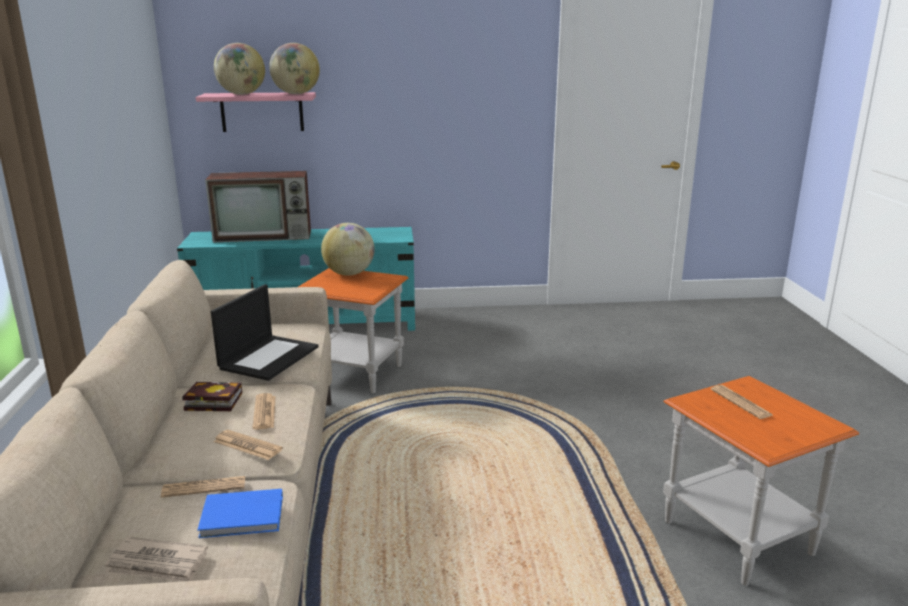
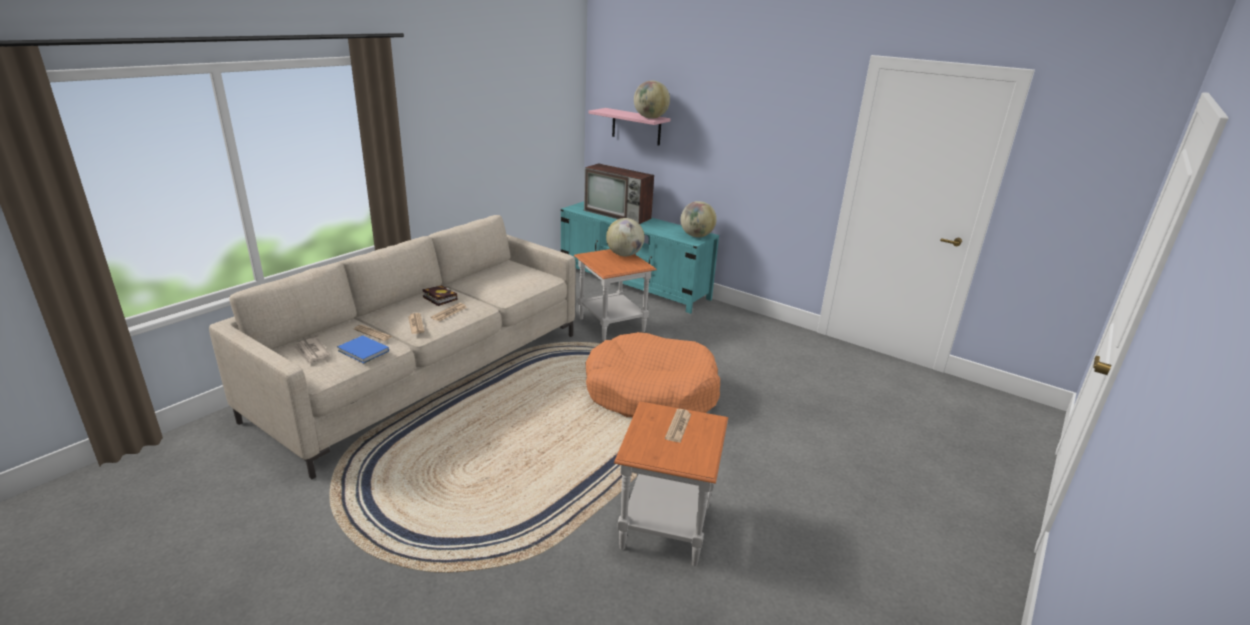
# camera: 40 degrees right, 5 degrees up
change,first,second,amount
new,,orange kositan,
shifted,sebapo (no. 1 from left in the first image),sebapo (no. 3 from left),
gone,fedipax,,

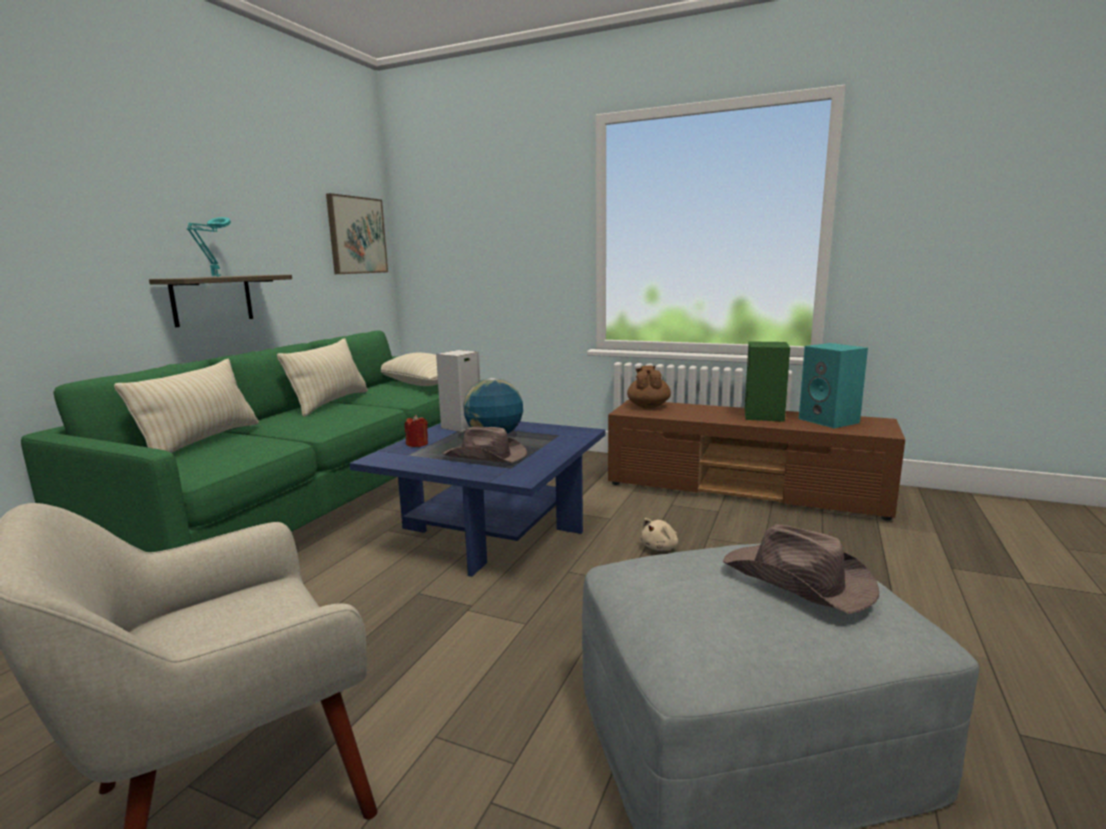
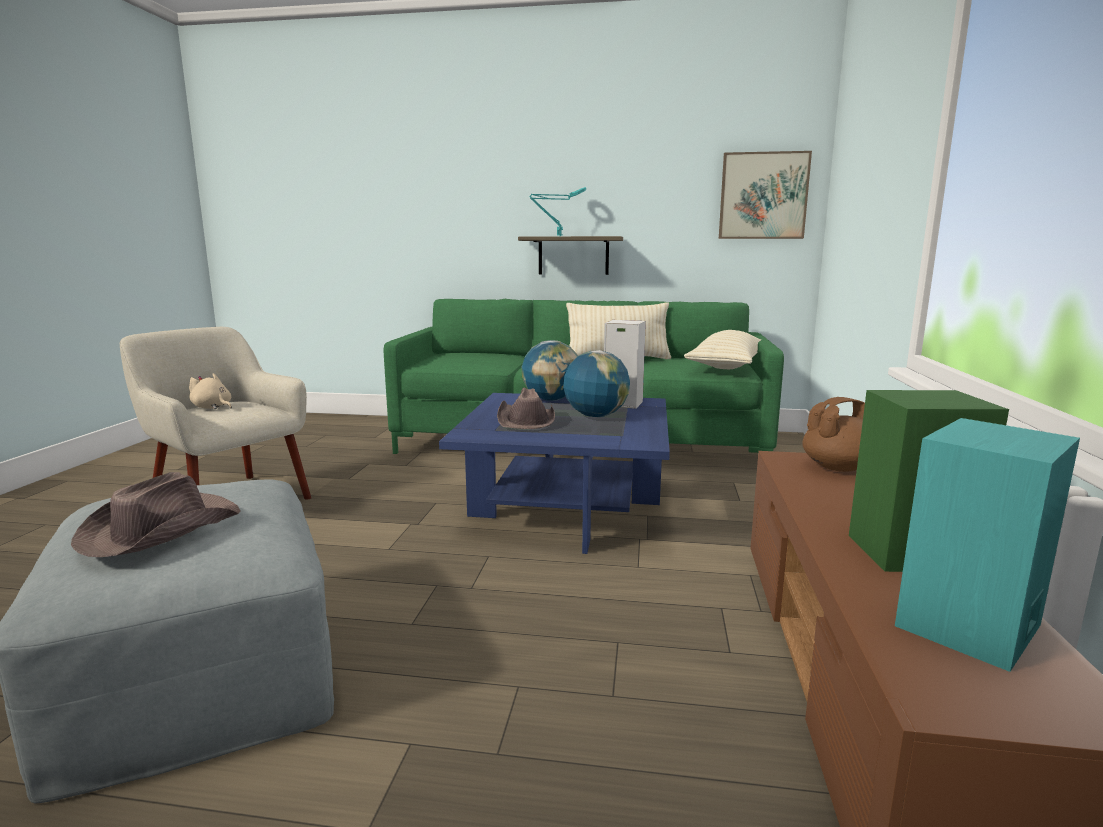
# camera: 75 degrees right, 0 degrees up
change,first,second,amount
shifted,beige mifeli,,
swapped,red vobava,sebapo (no. 1 from left),
gone,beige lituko (no. 1 from left),,

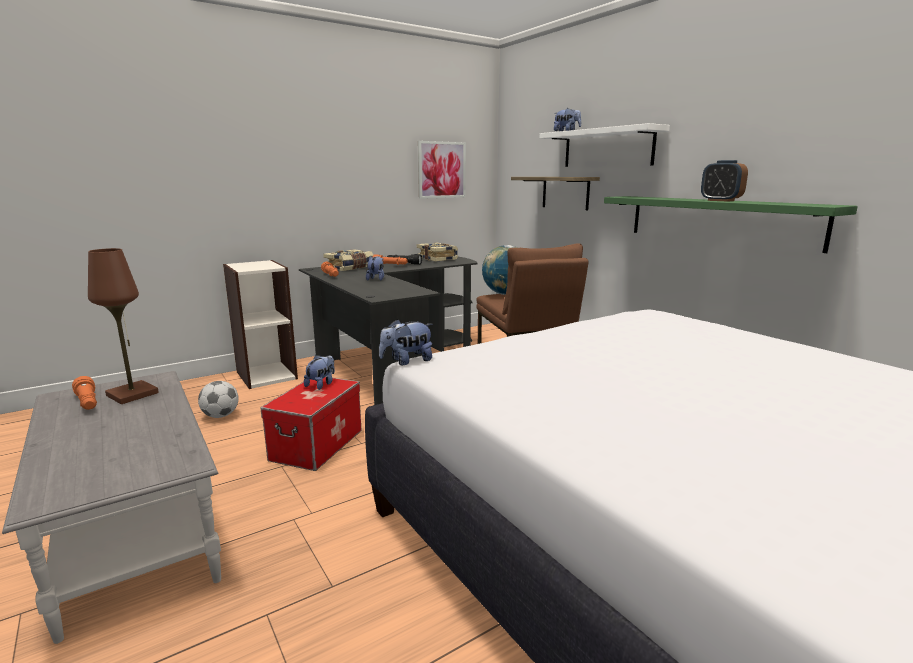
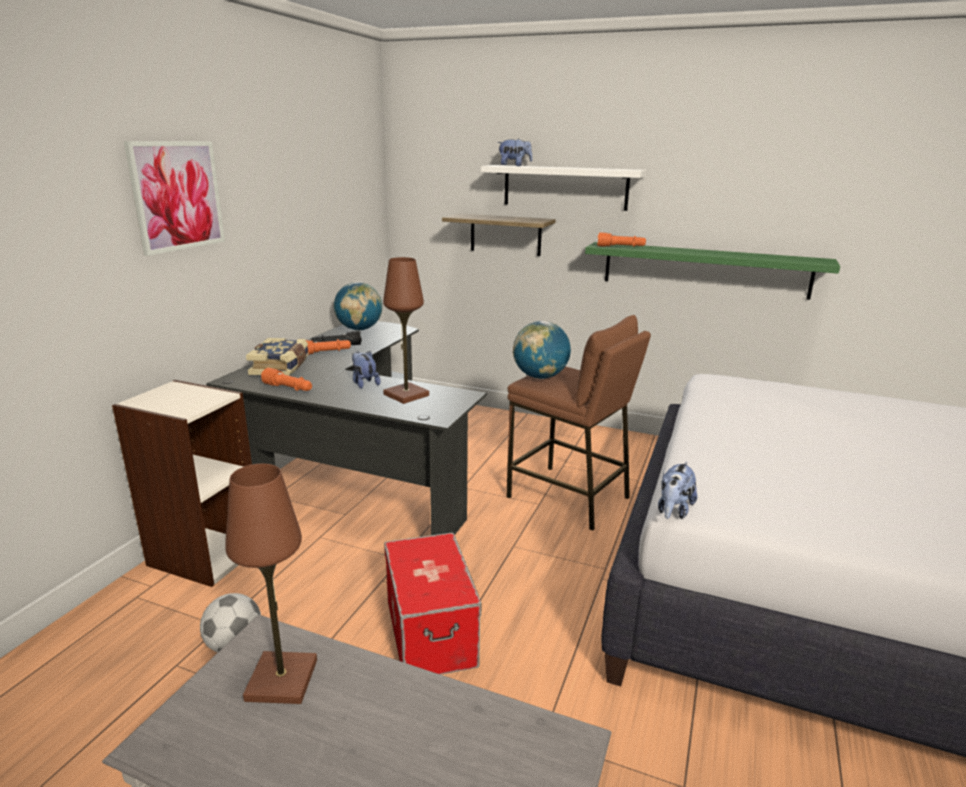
# camera: 35 degrees left, 5 degrees up
change,first,second,amount
shifted,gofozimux,,
swapped,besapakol (no. 2 from left),sebapo (no. 1 from left),
new,,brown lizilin (no. 2 from left),
shifted,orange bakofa (no. 1 from left in the first image),orange bakofa (no. 3 from left),
gone,mifeli (no. 1 from left),,
gone,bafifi,,

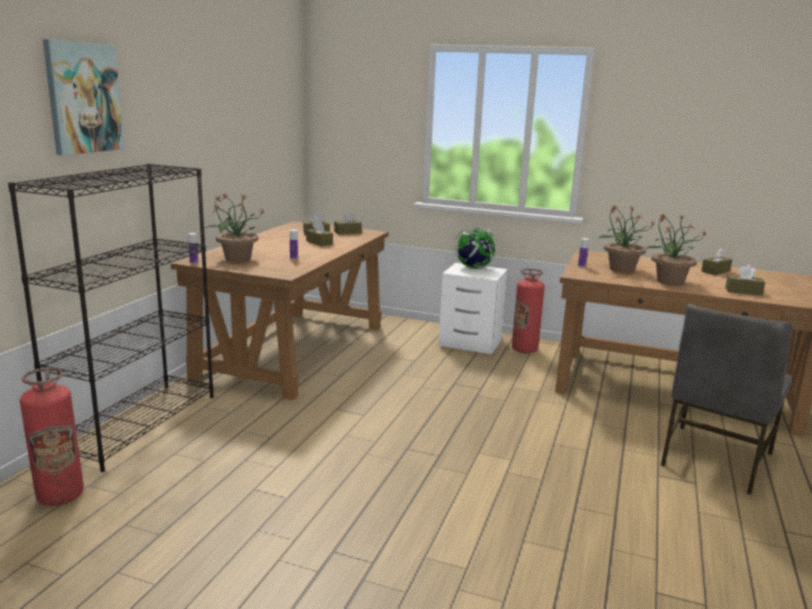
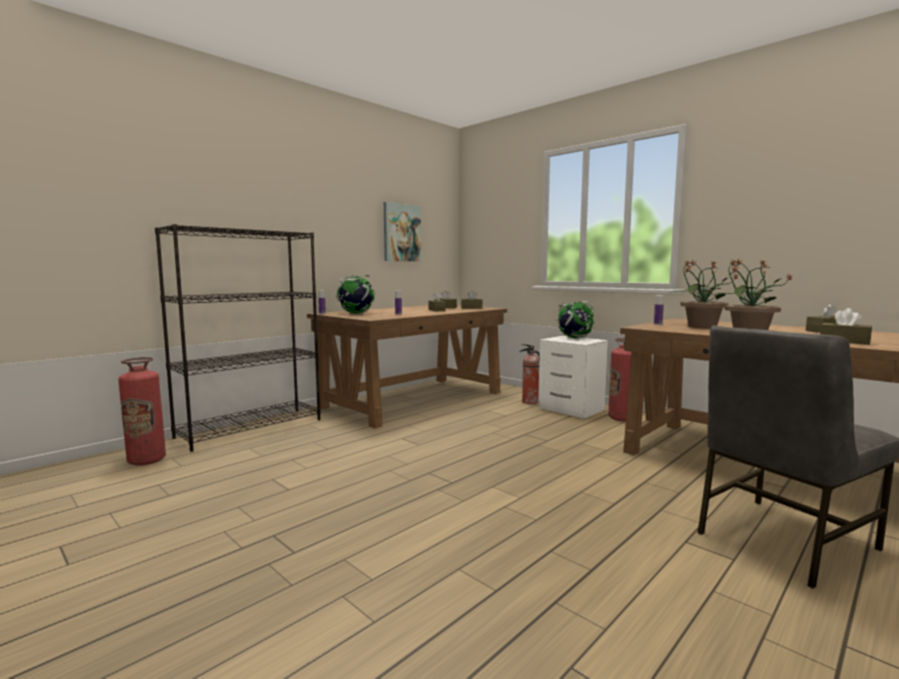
# camera: 25 degrees right, 10 degrees down
change,first,second,amount
swapped,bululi (no. 1 from left),sebapo (no. 1 from left),
shifted,gofozimux,,
new,,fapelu (no. 2 from left),

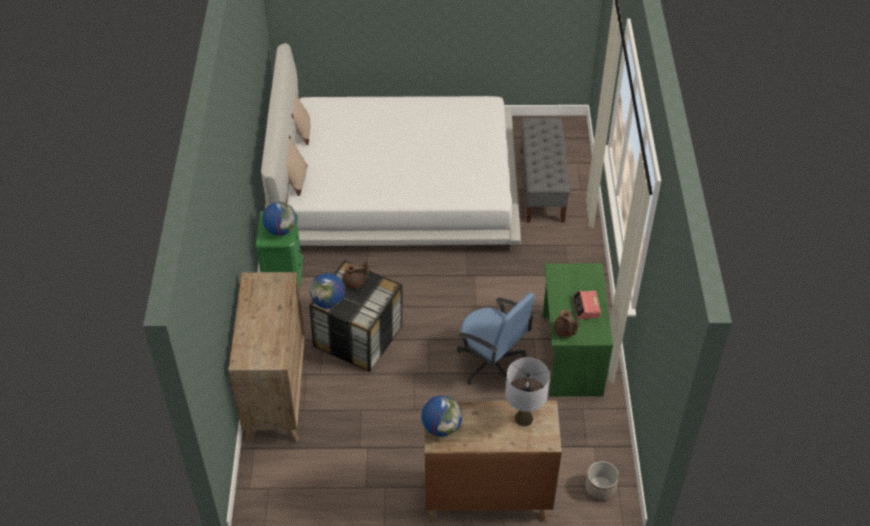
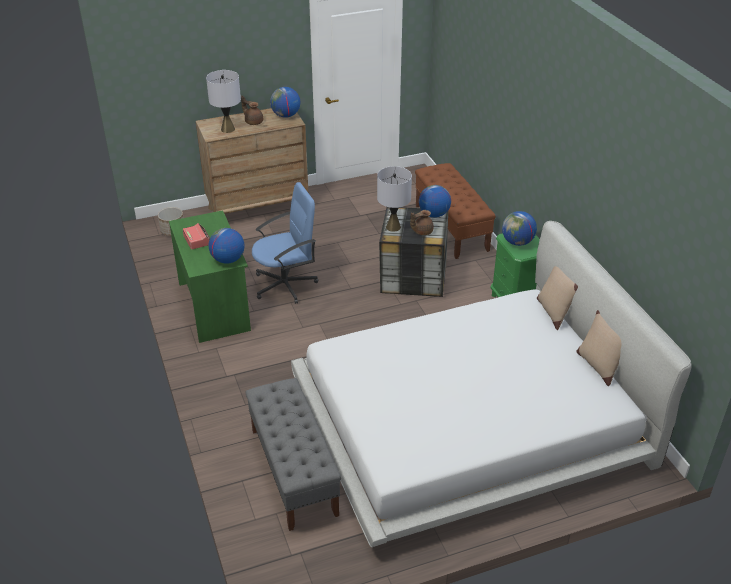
# camera: 160 degrees right, 10 degrees down
change,first,second,amount
new,,sebapo (no. 1 from left),
shifted,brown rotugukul (no. 2 from left in the first image),brown rotugukul (no. 1 from left),
rotated,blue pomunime,,135 degrees clockwise
new,,grey lizilin (no. 2 from left),
swapped,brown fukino (no. 1 from left),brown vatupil,

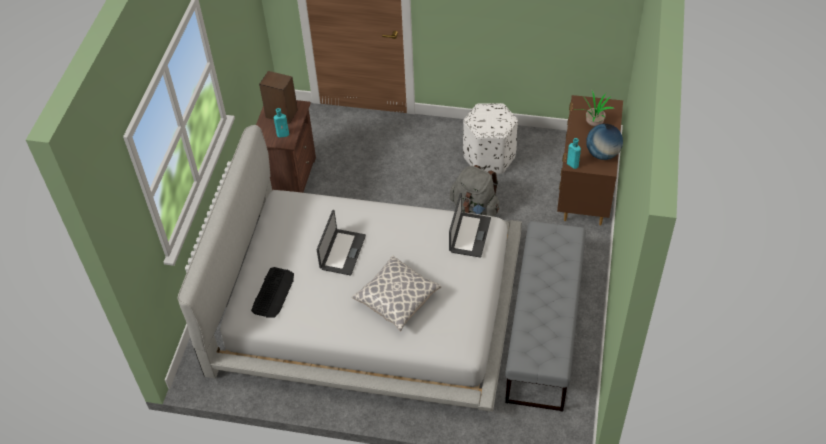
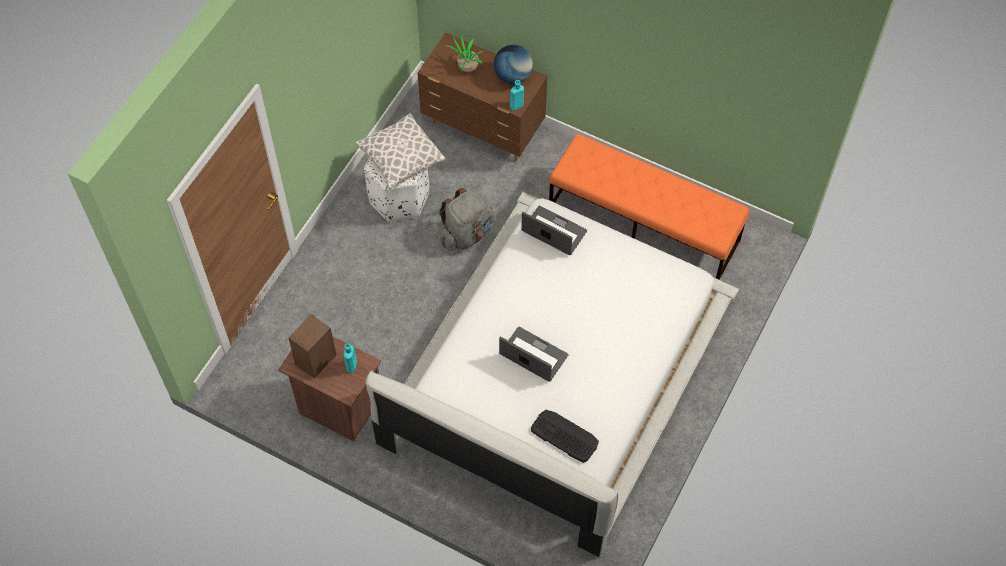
# camera: 75 degrees left, 10 degrees up
change,first,second,amount
shifted,lituko,,
repainted,grey vatupil,orange vatupil,

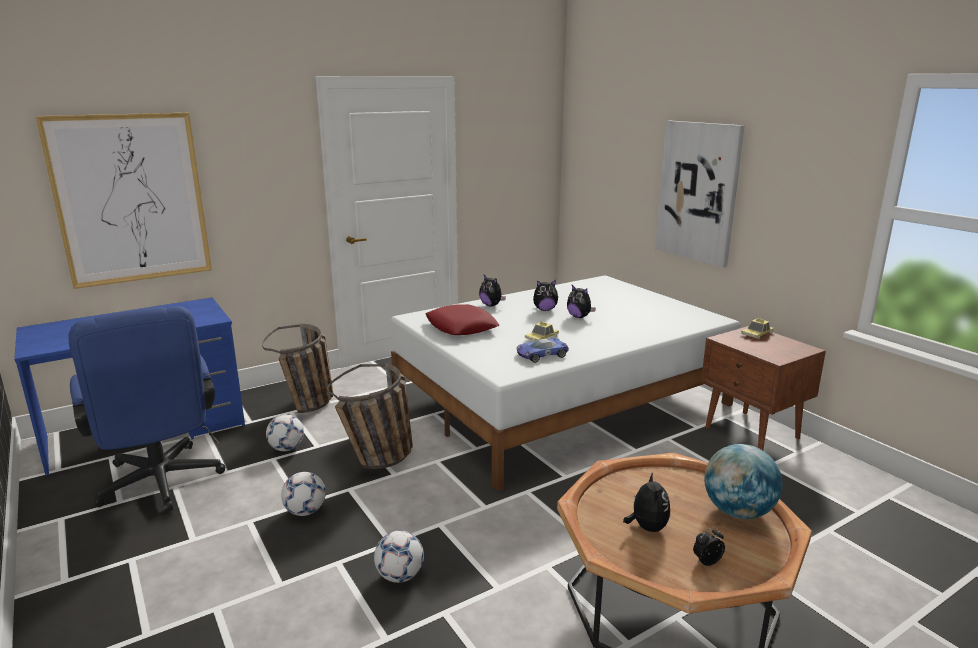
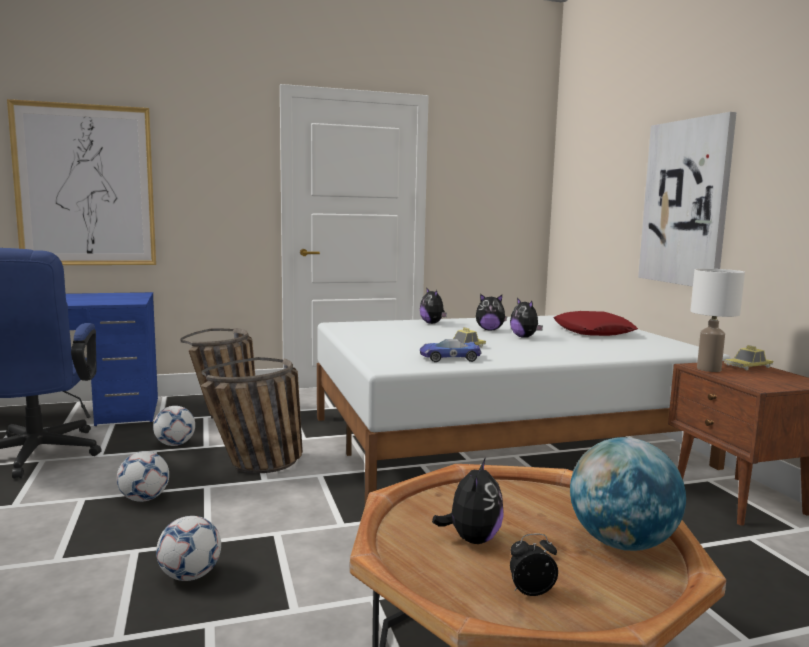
# camera: 15 degrees right, 10 degrees down
change,first,second,amount
shifted,red lituko,,
new,,white lizilin,

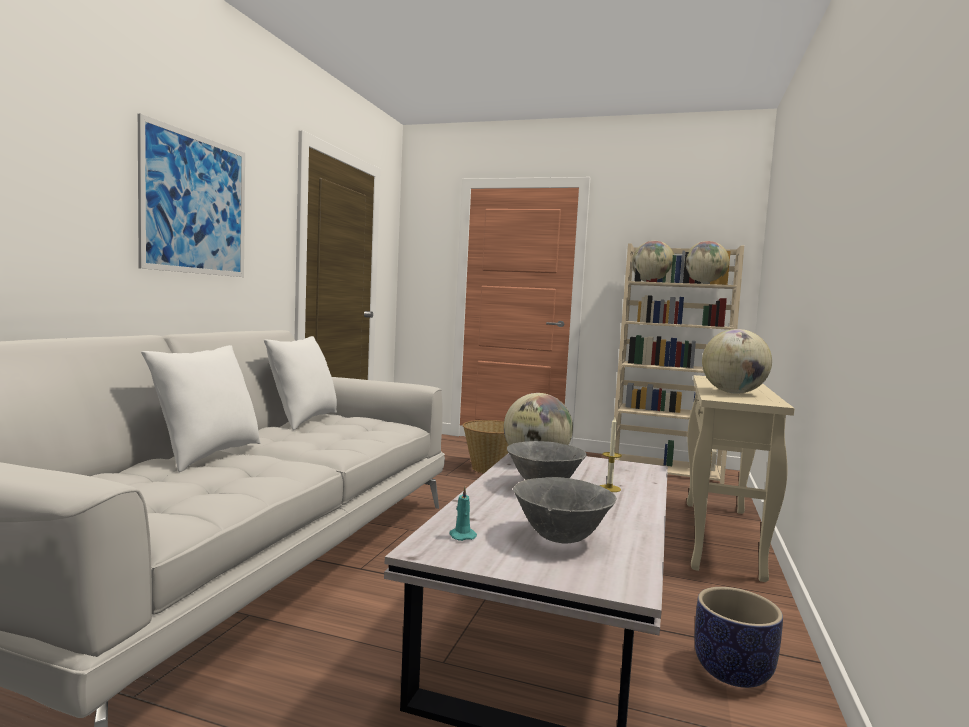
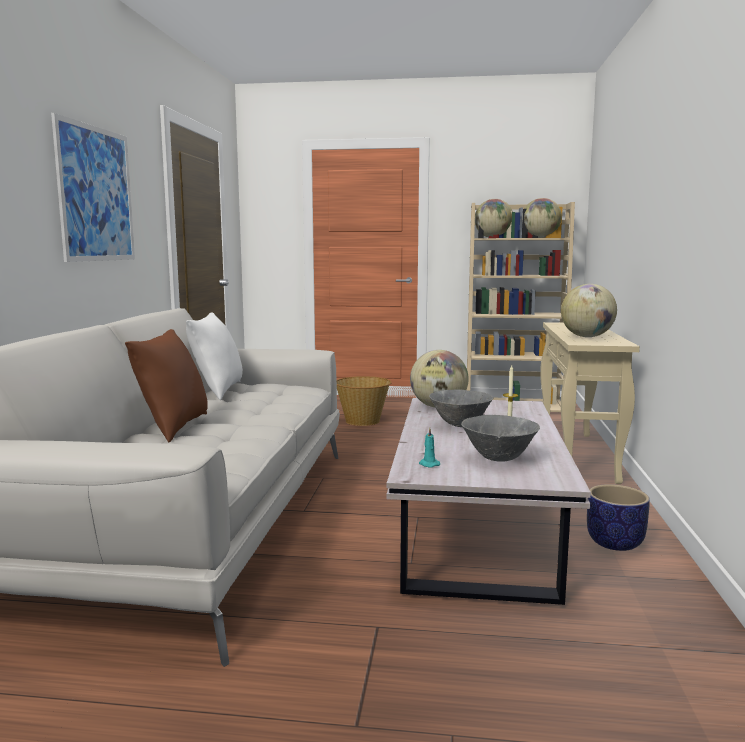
# camera: 10 degrees left, 5 degrees up
change,first,second,amount
repainted,white lituko (no. 1 from left),brown lituko,

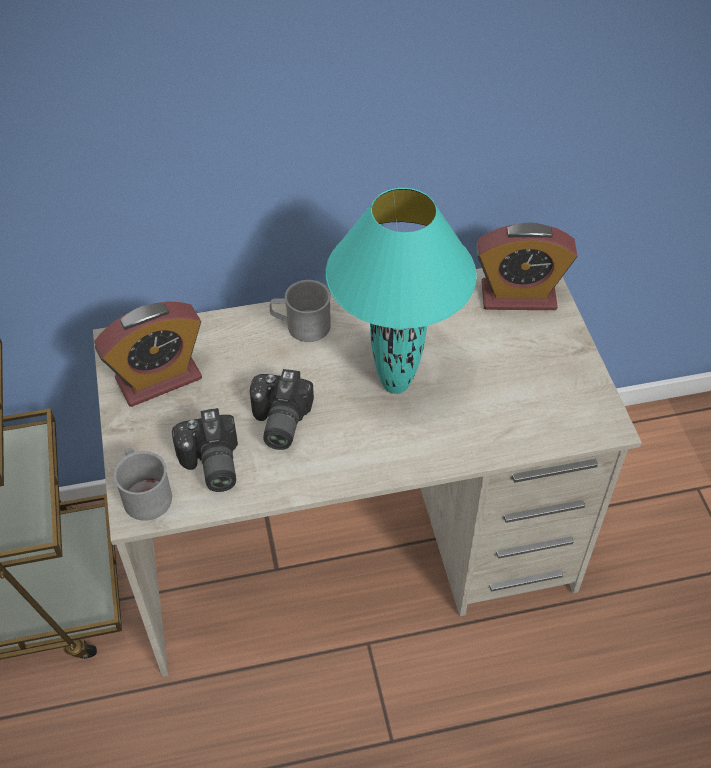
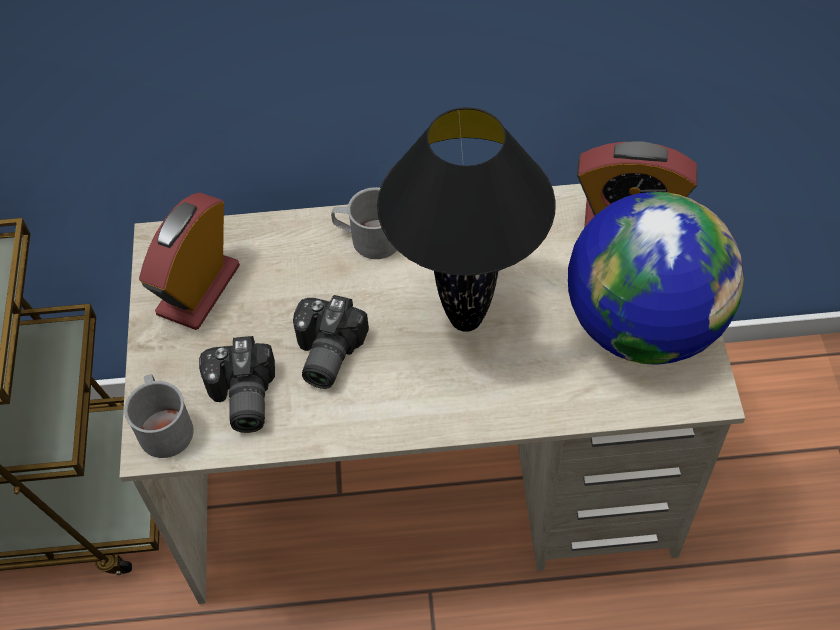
# camera: 10 degrees right, 5 degrees up
change,first,second,amount
rotated,bafifi (no. 1 from left),,135 degrees clockwise
repainted,turquoise lizilin,black lizilin,
new,,sebapo,

